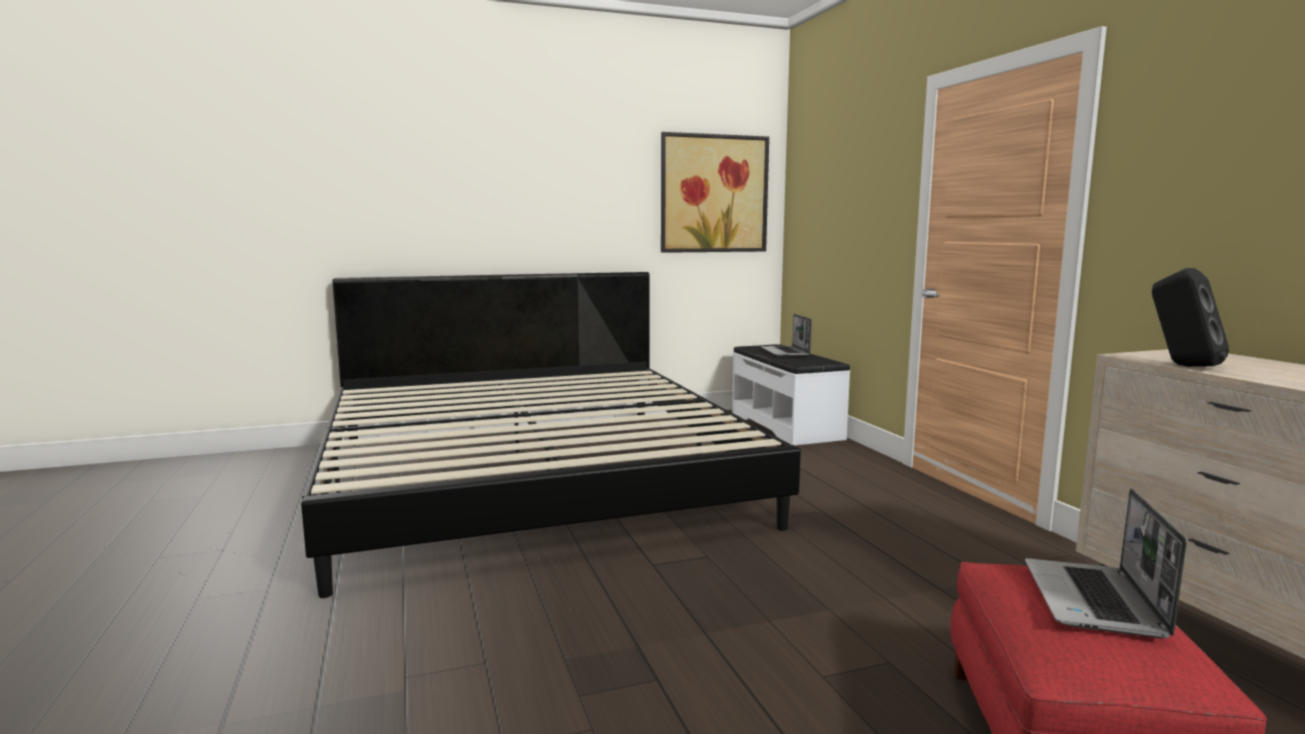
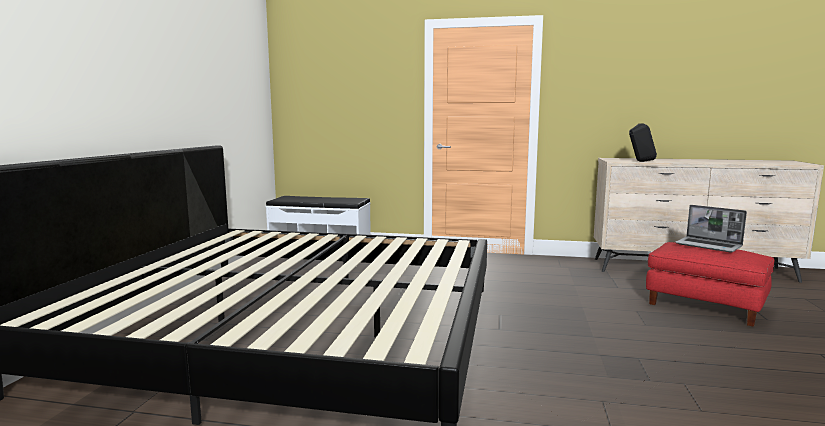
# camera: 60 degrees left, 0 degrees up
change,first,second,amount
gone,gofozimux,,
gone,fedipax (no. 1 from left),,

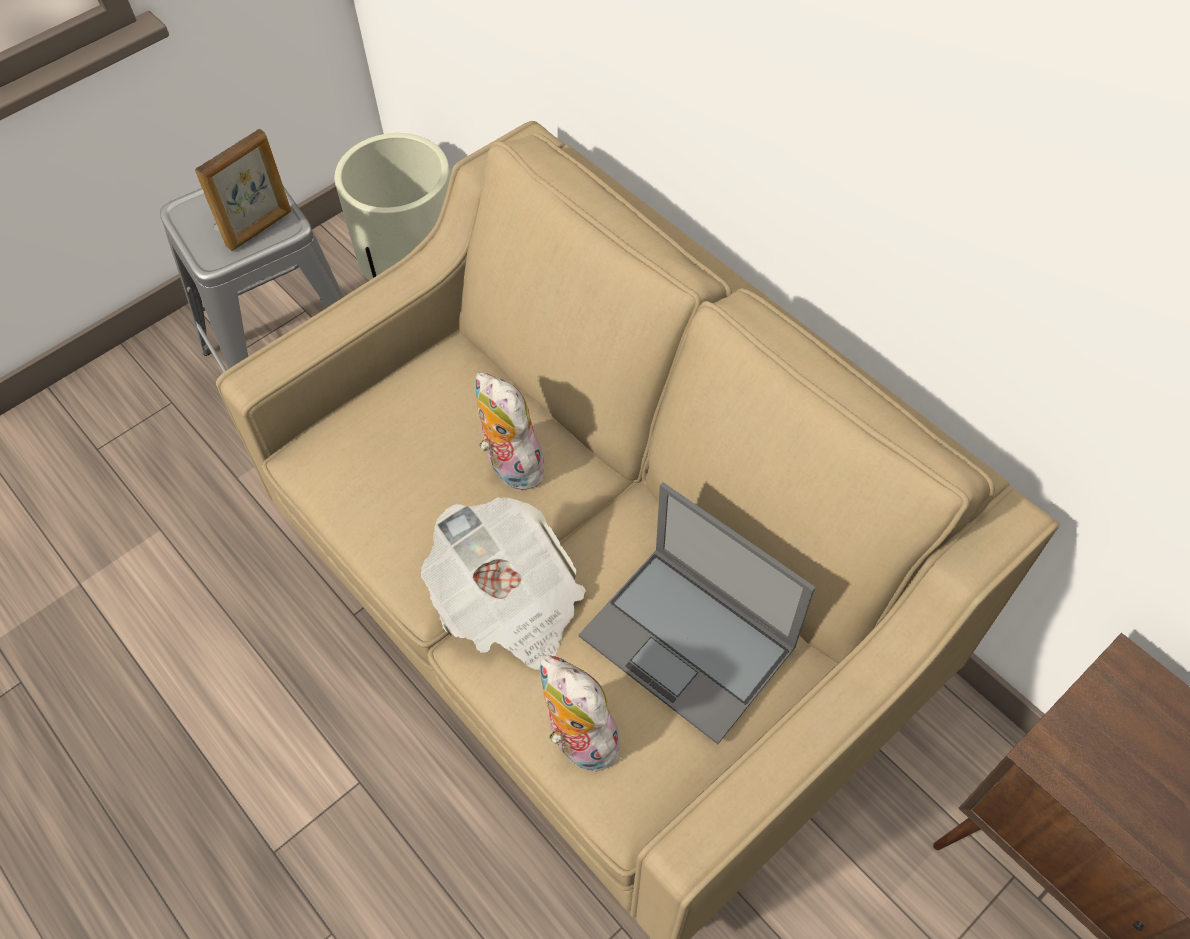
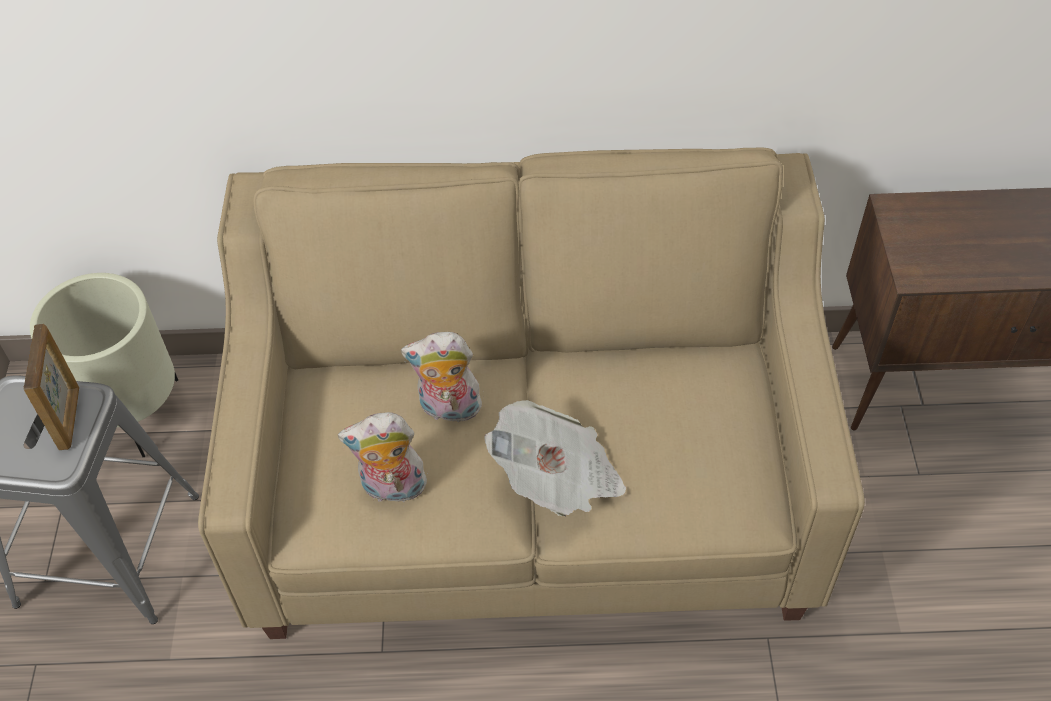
# camera: 50 degrees left, 5 degrees down
change,first,second,amount
shifted,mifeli (no. 2 from left in the first image),mifeli (no. 1 from left),
gone,fedipax,,

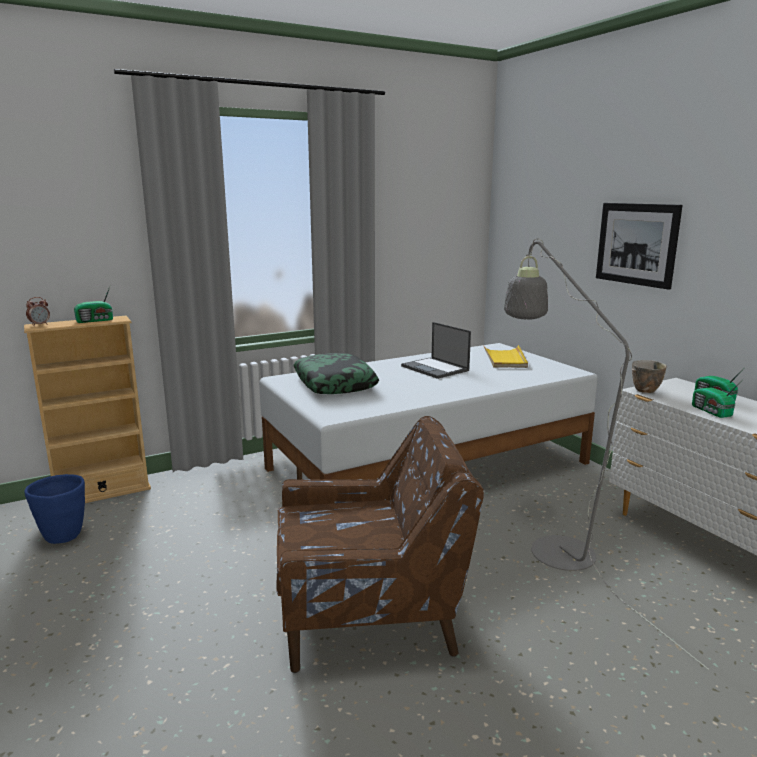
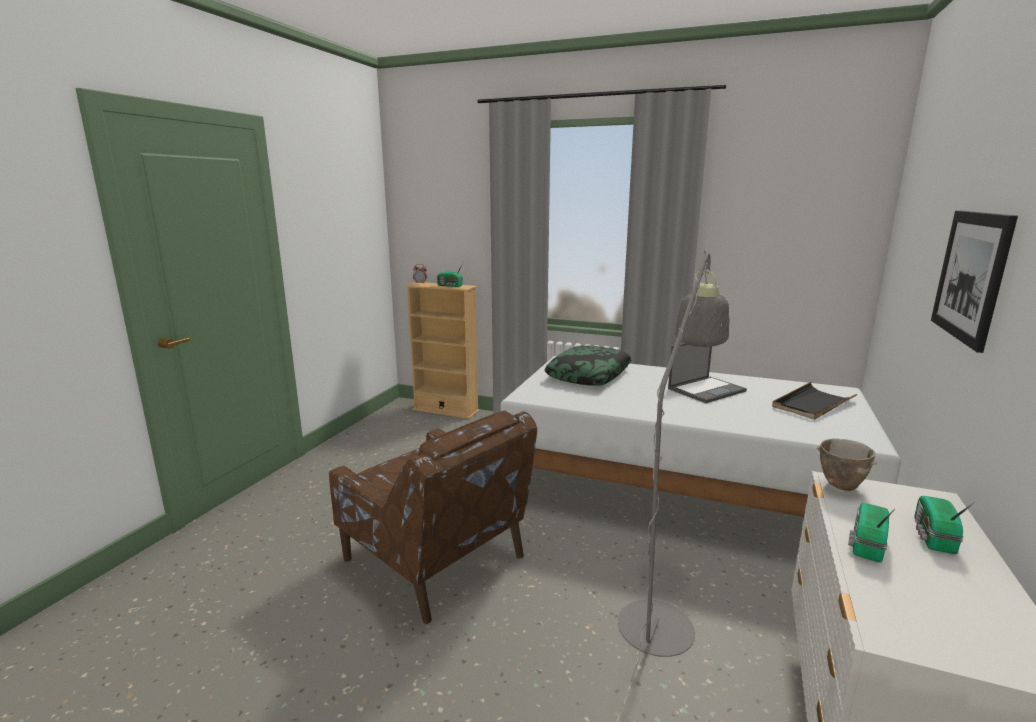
# camera: 50 degrees right, 0 degrees up
change,first,second,amount
rotated,fedipax,,135 degrees counterclockwise
repainted,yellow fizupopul,black fizupopul,
gone,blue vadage,,

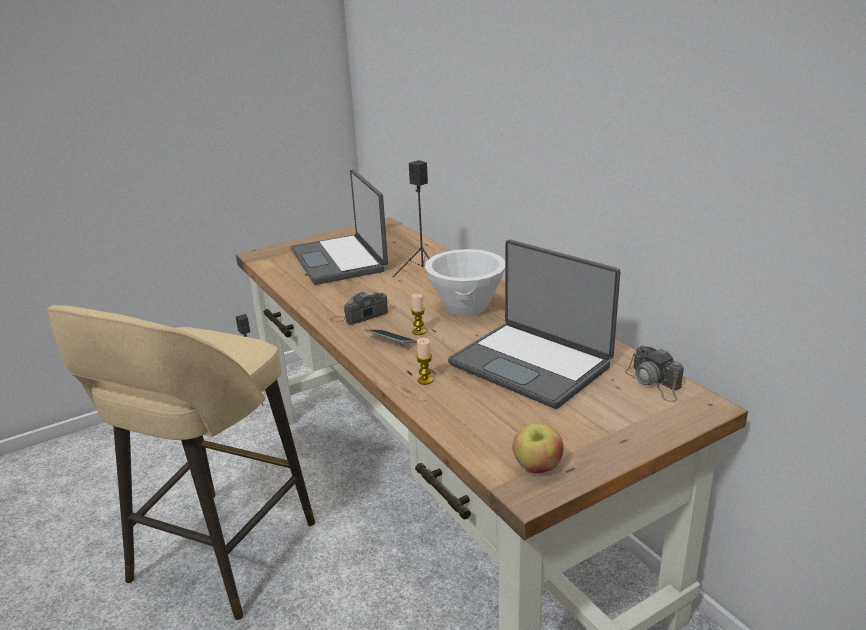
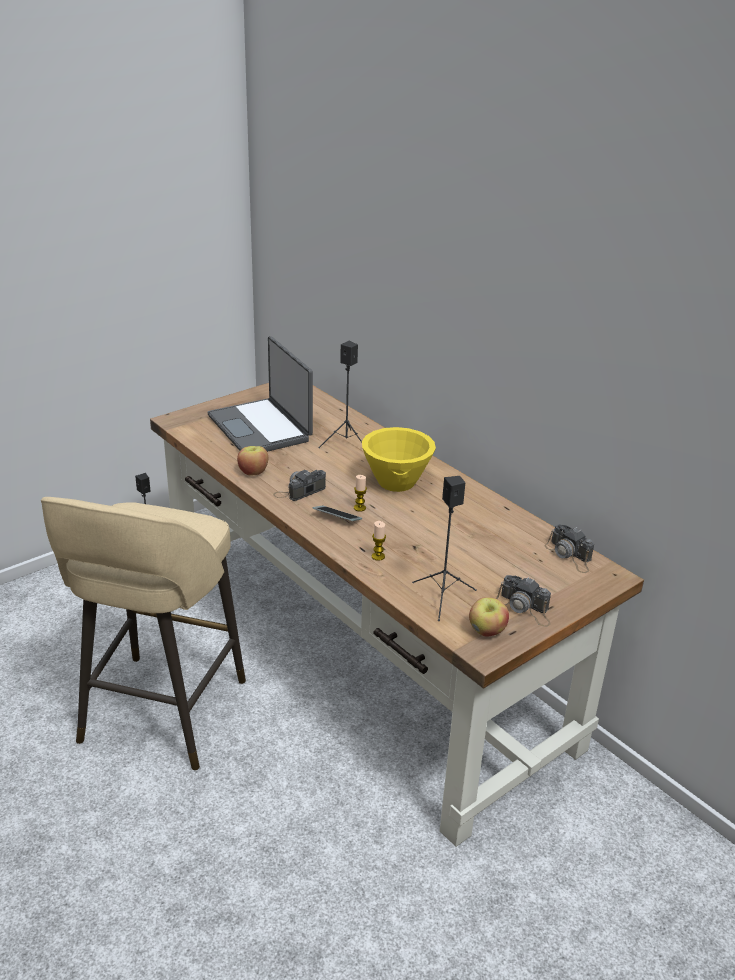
# camera: 10 degrees left, 5 degrees up
change,first,second,amount
new,,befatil (no. 1 from left),
repainted,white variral,yellow variral,
new,,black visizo (no. 3 from left),
new,,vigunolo (no. 2 from left),
gone,fedipax (no. 2 from left),,

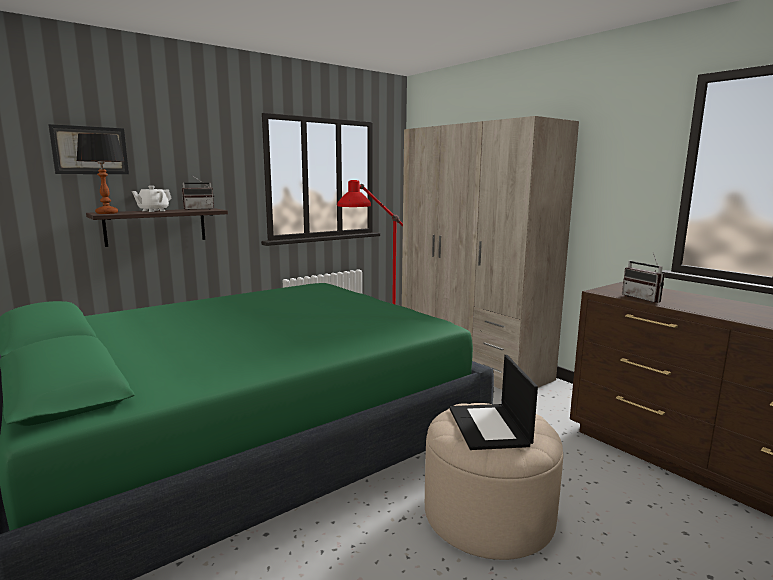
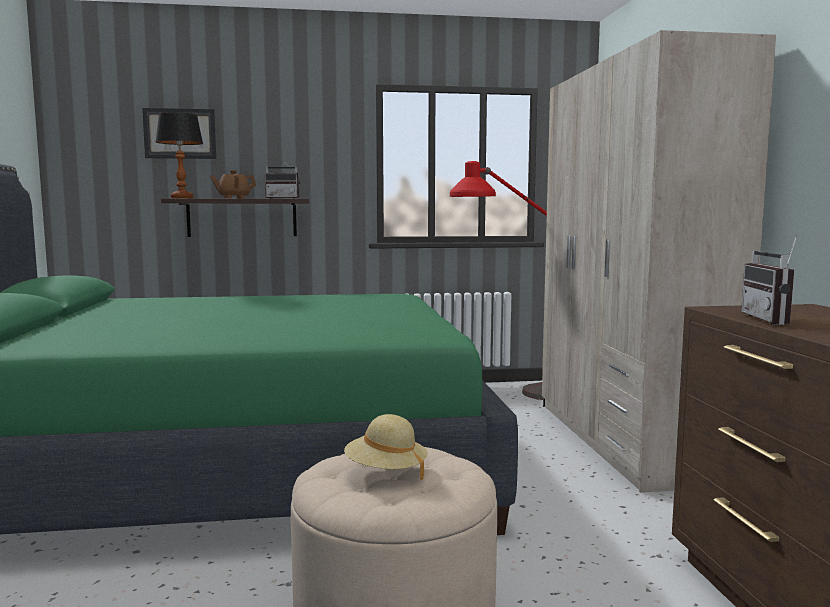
# camera: 30 degrees right, 5 degrees down
change,first,second,amount
repainted,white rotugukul,brown rotugukul,
swapped,fedipax,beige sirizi,

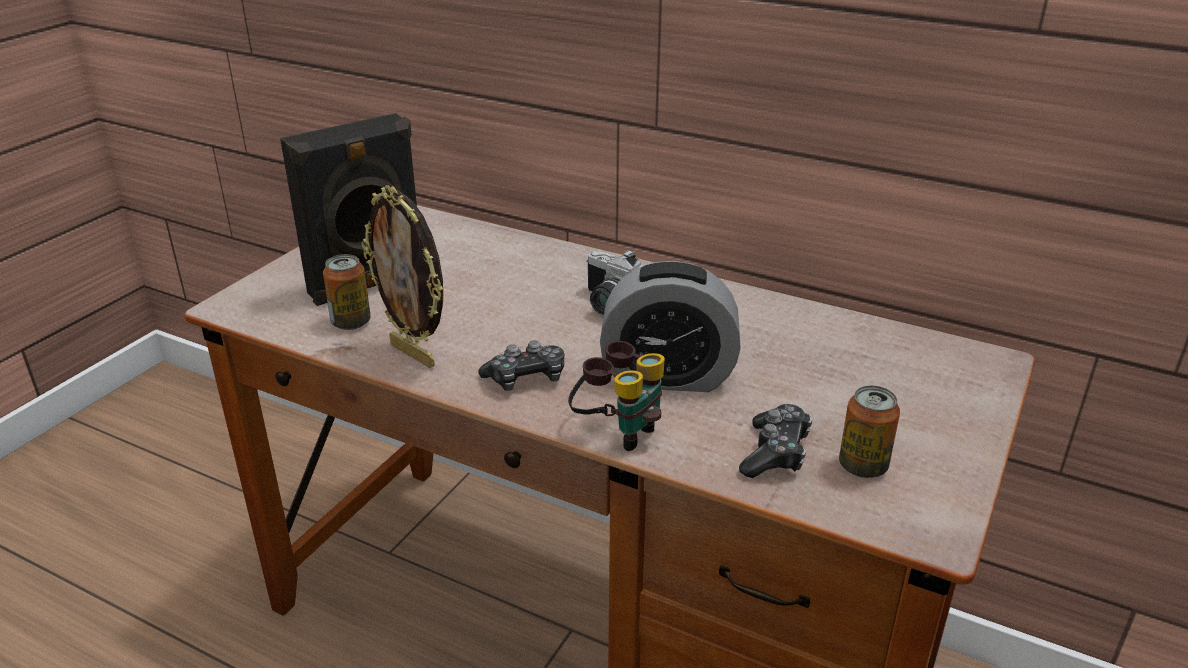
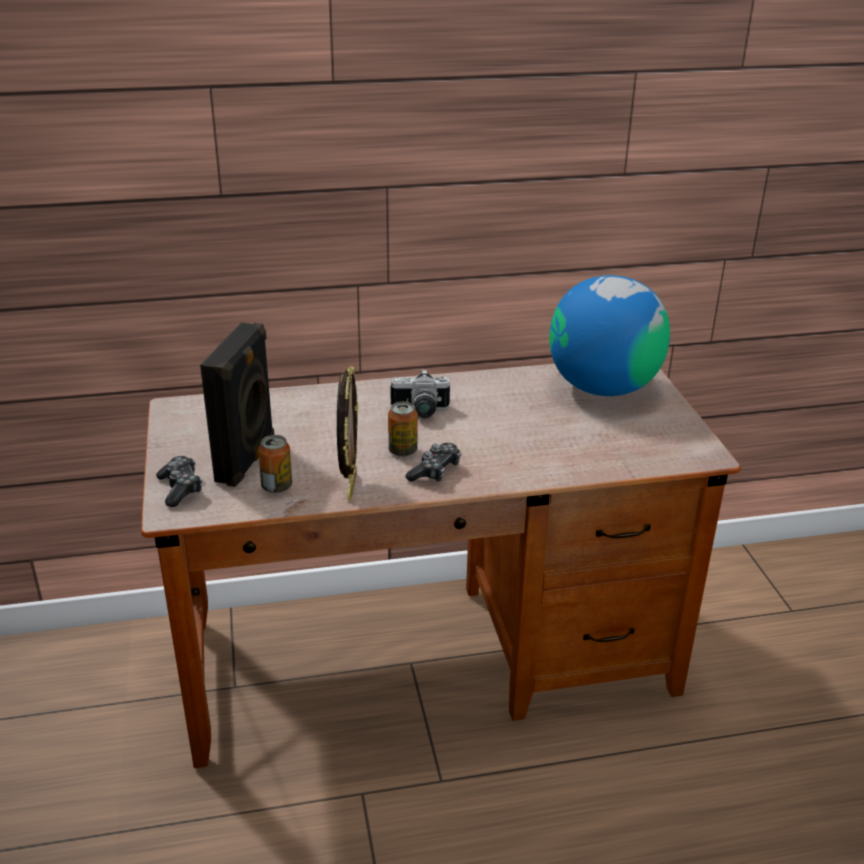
# camera: 40 degrees left, 0 degrees up
change,first,second,amount
shifted,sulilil (no. 2 from left in the first image),sulilil (no. 1 from left),
rotated,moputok,,90 degrees counterclockwise
shifted,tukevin (no. 2 from left),,
new,,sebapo,
gone,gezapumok,,
gone,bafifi,,

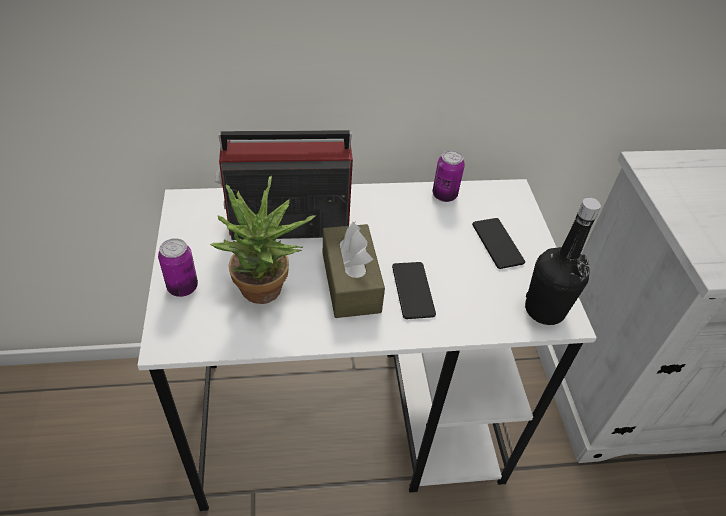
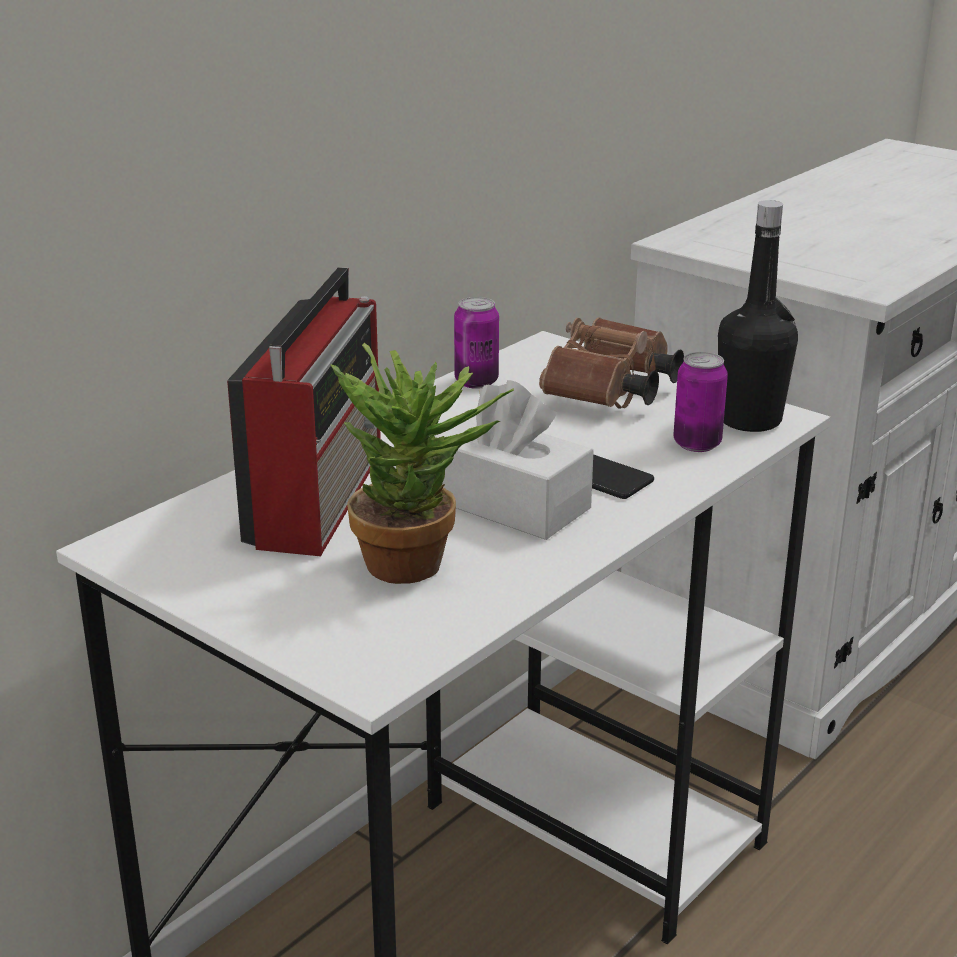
# camera: 40 degrees left, 20 degrees down
change,first,second,amount
rotated,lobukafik,,150 degrees clockwise
repainted,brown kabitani,white kabitani,
swapped,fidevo (no. 2 from left),brown gezapumok,
shifted,tukevin (no. 1 from left in the first image),tukevin (no. 2 from left),

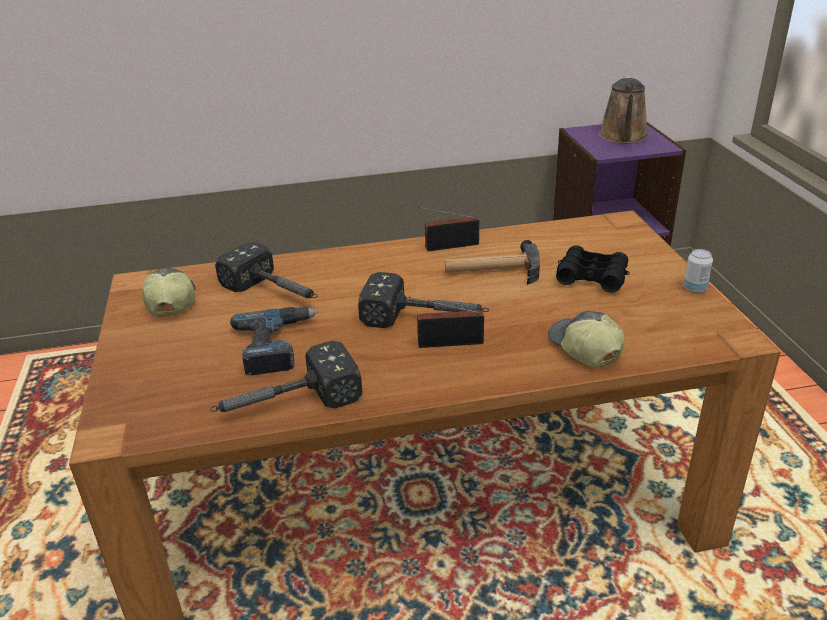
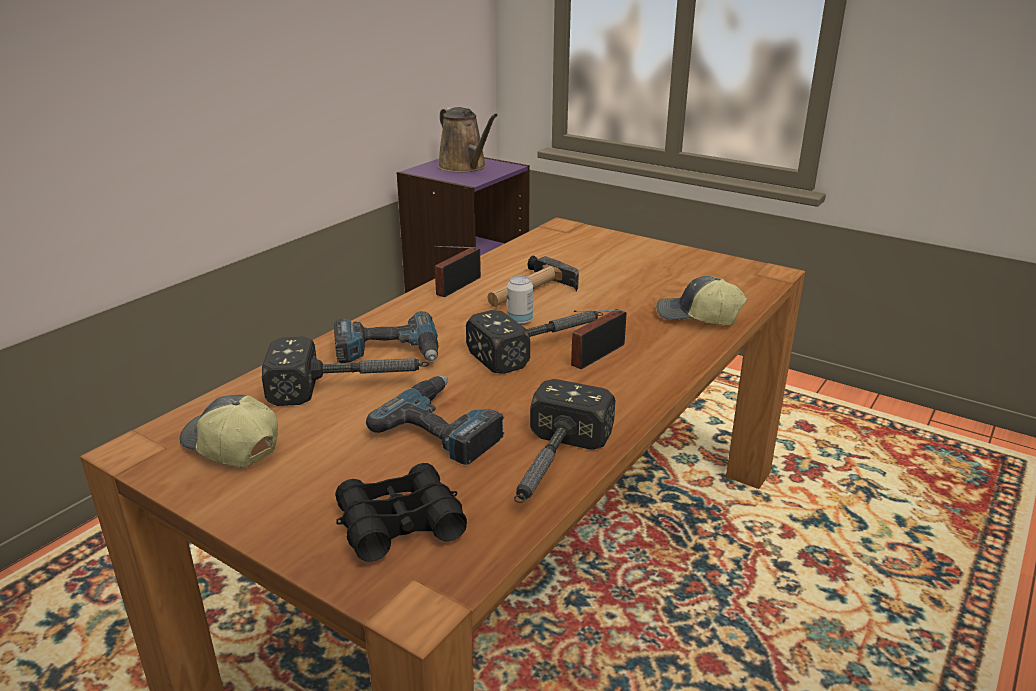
# camera: 45 degrees left, 5 degrees down
change,first,second,amount
new,,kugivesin (no. 1 from left),
shifted,black gezapumok,,
shifted,tukevin,,

